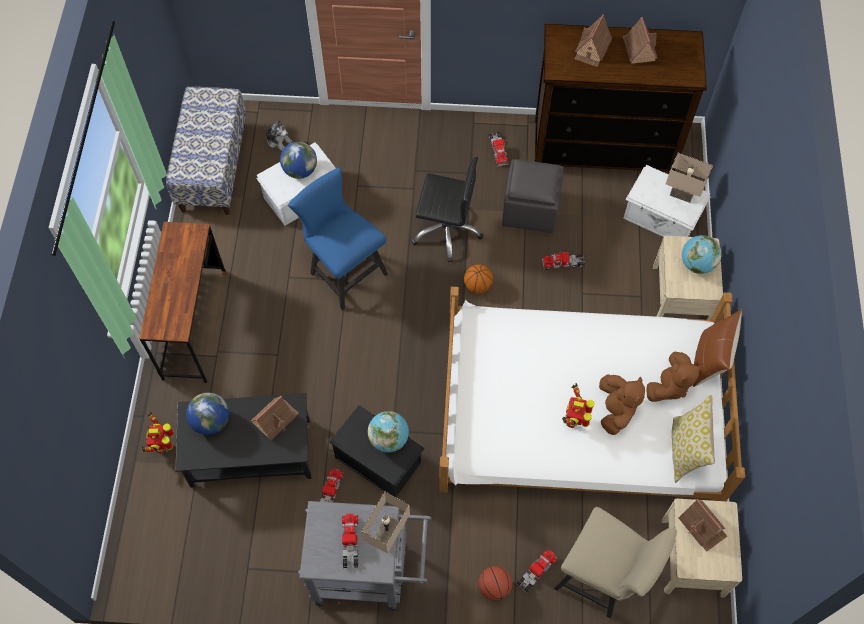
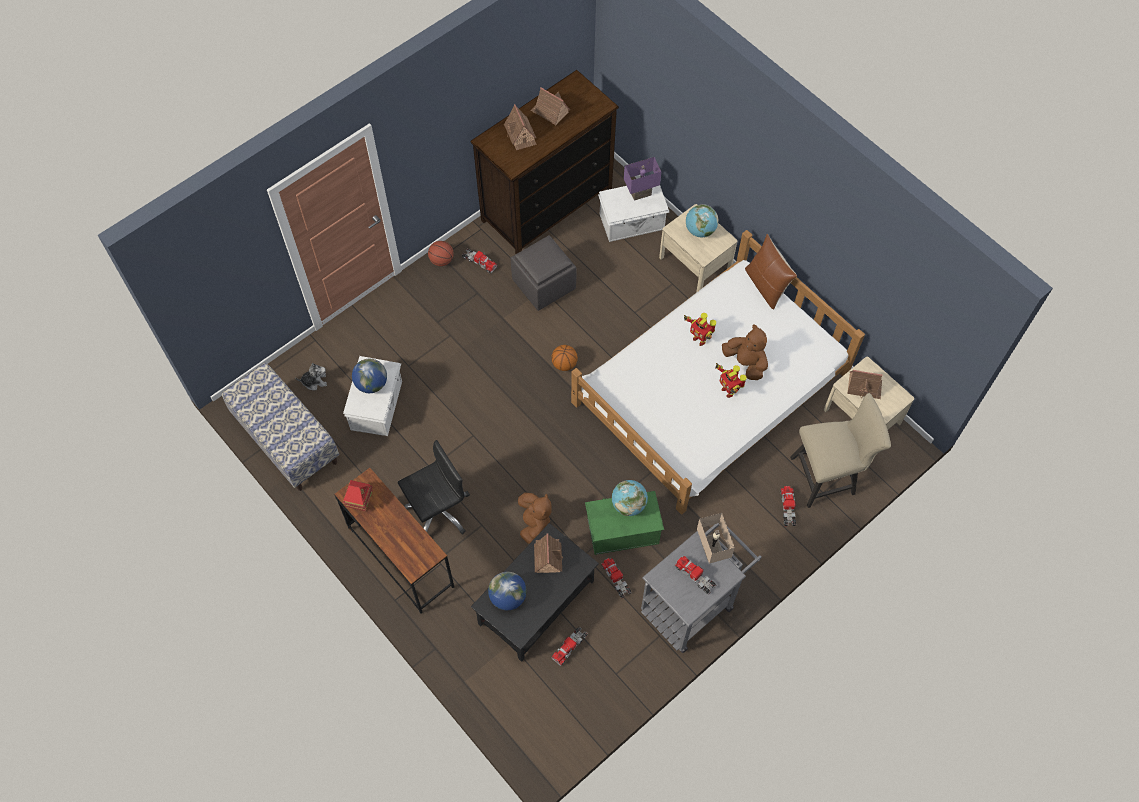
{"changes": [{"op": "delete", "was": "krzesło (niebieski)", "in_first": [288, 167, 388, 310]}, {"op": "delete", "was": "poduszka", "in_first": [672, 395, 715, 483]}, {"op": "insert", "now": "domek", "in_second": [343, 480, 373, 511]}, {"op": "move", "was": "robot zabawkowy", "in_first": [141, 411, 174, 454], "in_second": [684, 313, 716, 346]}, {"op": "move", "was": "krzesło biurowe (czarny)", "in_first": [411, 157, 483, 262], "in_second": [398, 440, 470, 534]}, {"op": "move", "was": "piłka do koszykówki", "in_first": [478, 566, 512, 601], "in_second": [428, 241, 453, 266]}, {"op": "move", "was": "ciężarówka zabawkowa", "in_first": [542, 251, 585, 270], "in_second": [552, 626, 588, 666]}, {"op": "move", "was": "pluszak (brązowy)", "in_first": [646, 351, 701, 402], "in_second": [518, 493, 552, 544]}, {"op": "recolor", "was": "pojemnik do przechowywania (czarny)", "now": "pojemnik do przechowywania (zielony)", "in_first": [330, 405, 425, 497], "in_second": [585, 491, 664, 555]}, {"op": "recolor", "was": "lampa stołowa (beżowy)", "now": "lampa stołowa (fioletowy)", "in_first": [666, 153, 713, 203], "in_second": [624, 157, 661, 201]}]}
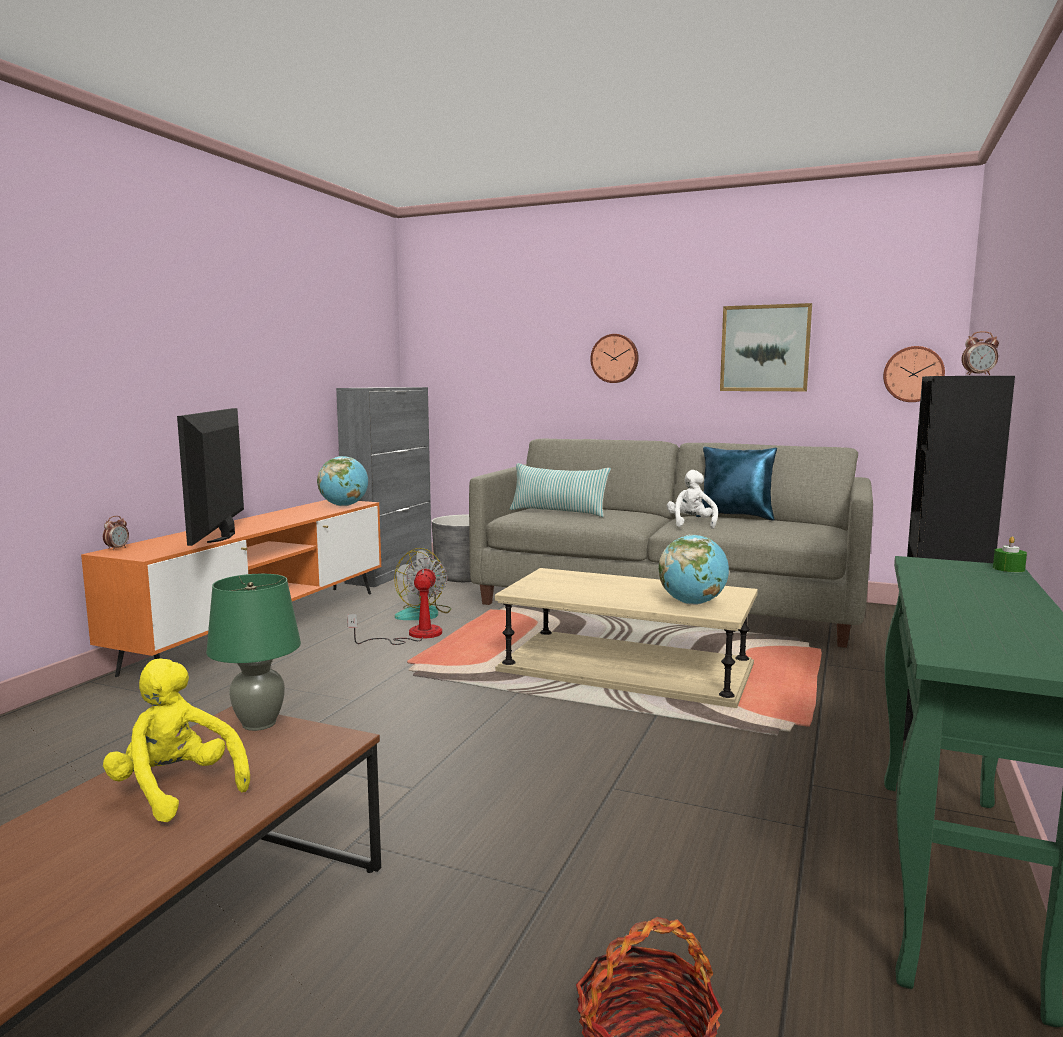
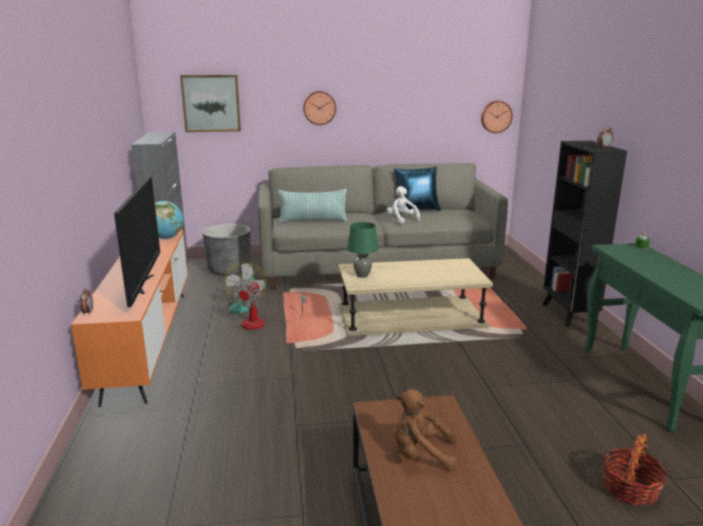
{"changes": [{"op": "delete", "was": "globus", "in_first": [659, 535, 729, 605]}, {"op": "move", "was": "lampa stołowa (zielony)", "in_first": [206, 574, 301, 731], "in_second": [347, 222, 379, 278]}, {"op": "move", "was": "obraz", "in_first": [720, 303, 812, 391], "in_second": [180, 75, 241, 132]}, {"op": "recolor", "was": "pluszak (żółty)", "now": "pluszak (brązowy)", "in_first": [103, 658, 250, 822], "in_second": [394, 389, 457, 470]}, {"op": "rotate", "was": "telewizor", "in_first": [177, 408, 244, 546], "in_second": [114, 177, 160, 307], "clockwise": -150}, {"op": "rotate", "was": "wentylator", "in_first": [347, 557, 448, 645], "in_second": [233, 279, 306, 330], "clockwise": -135}]}
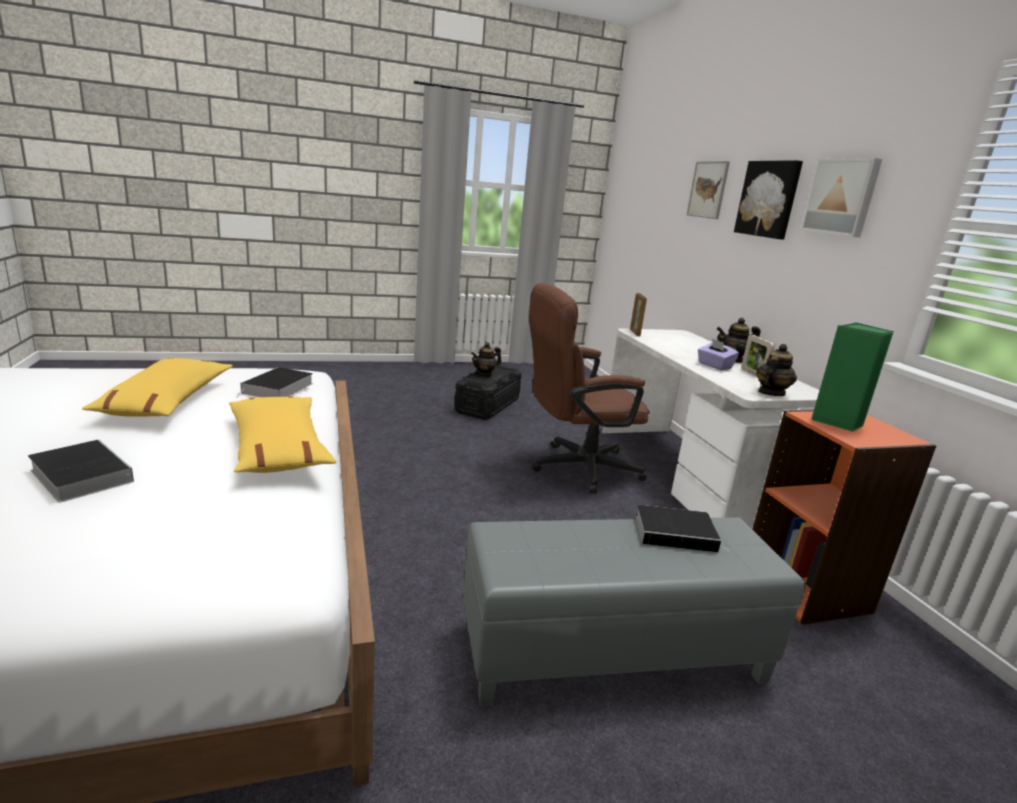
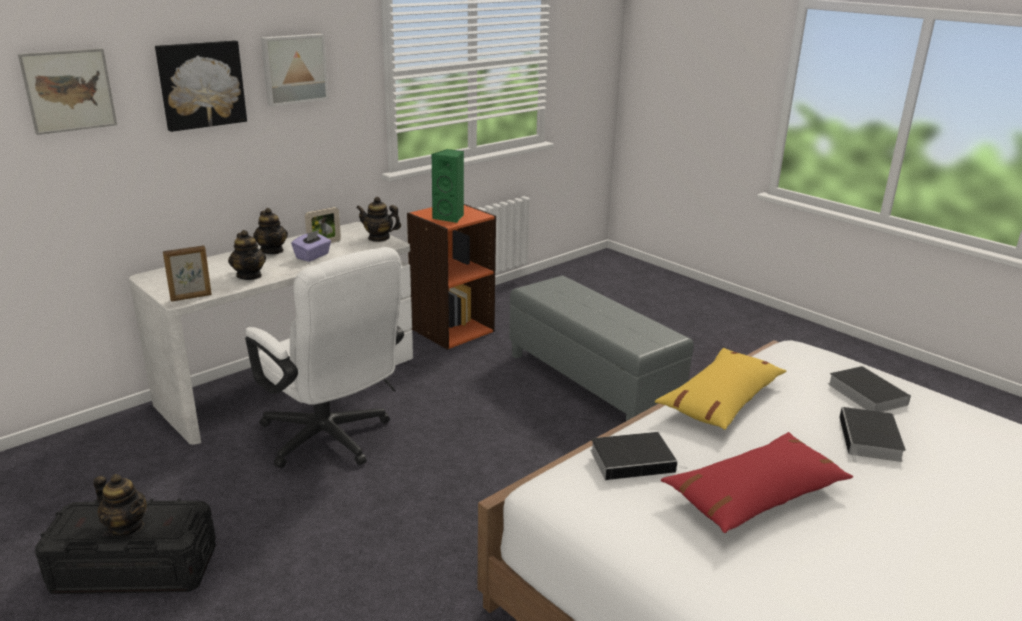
{"changes": [{"op": "insert", "now": "imbryk", "in_second": [228, 230, 266, 280]}, {"op": "move", "was": "książka", "in_first": [635, 505, 732, 552], "in_second": [828, 366, 911, 412]}, {"op": "recolor", "was": "poduszka (żółty)", "now": "poduszka (czerwony)", "in_first": [82, 358, 233, 417], "in_second": [661, 432, 853, 533]}, {"op": "recolor", "was": "krzesło biurowe (brązowy)", "now": "krzesło biurowe (biały)", "in_first": [529, 283, 650, 494], "in_second": [245, 247, 404, 468]}]}
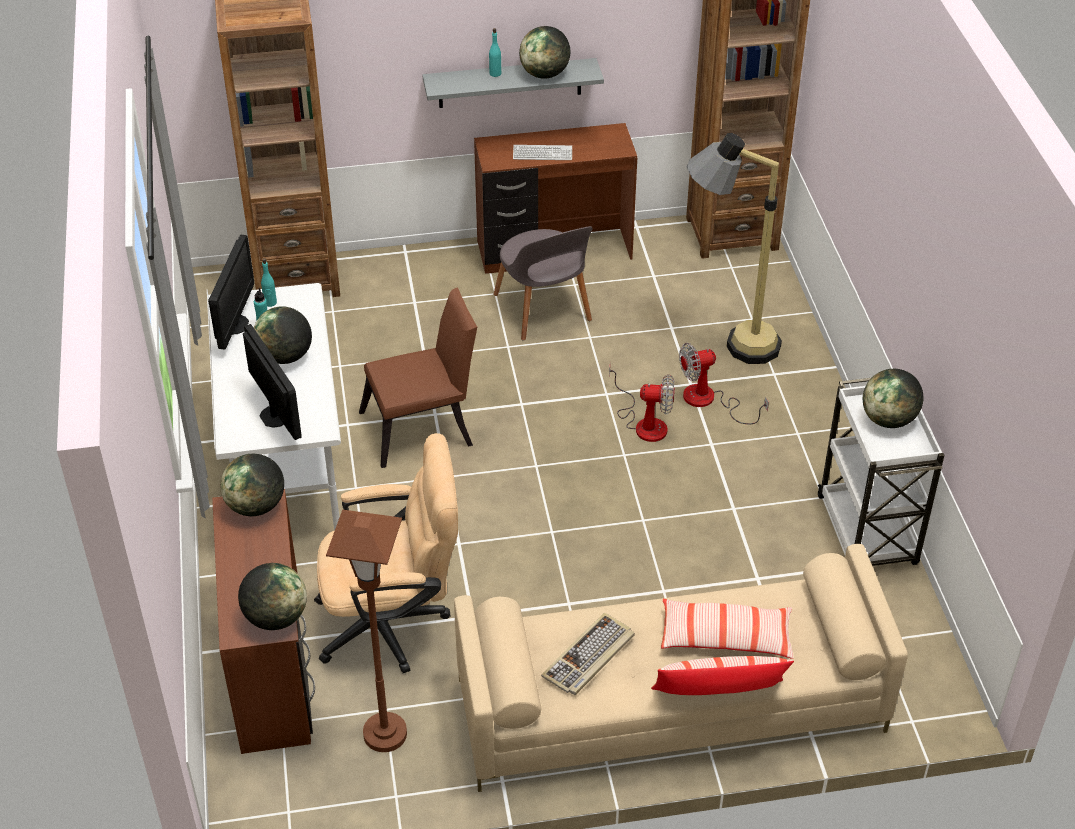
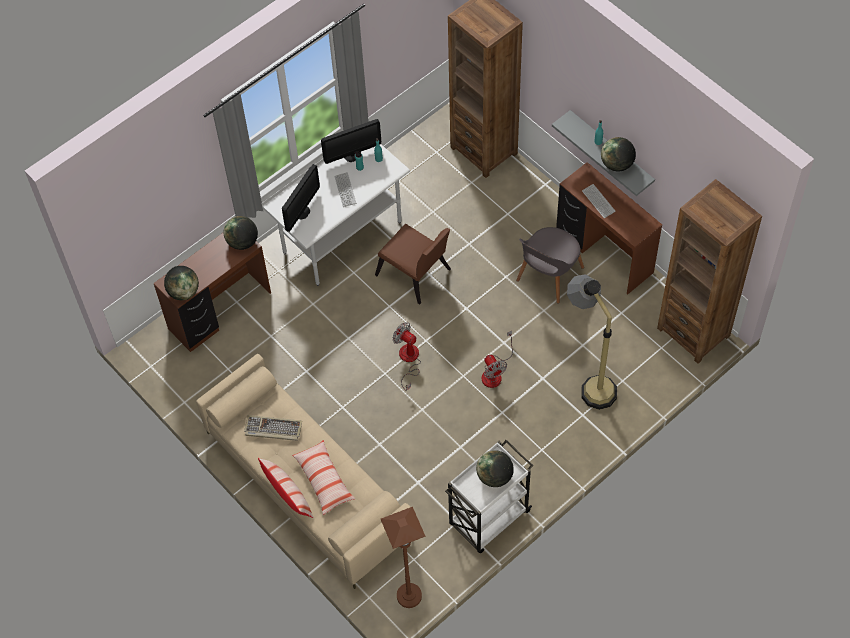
{"changes": [{"op": "delete", "was": "krzesło biurowe (beżowy)", "in_first": [314, 433, 458, 673]}, {"op": "move", "was": "lampa stojąca (brązowy)", "in_first": [326, 509, 407, 752], "in_second": [381, 507, 425, 608]}, {"op": "move", "was": "wentylator", "in_first": [679, 343, 769, 424], "in_second": [393, 322, 421, 391]}, {"op": "replace", "was": "globus", "now": "klawiatura", "in_first": [254, 306, 312, 364], "in_second": [334, 172, 356, 207]}]}
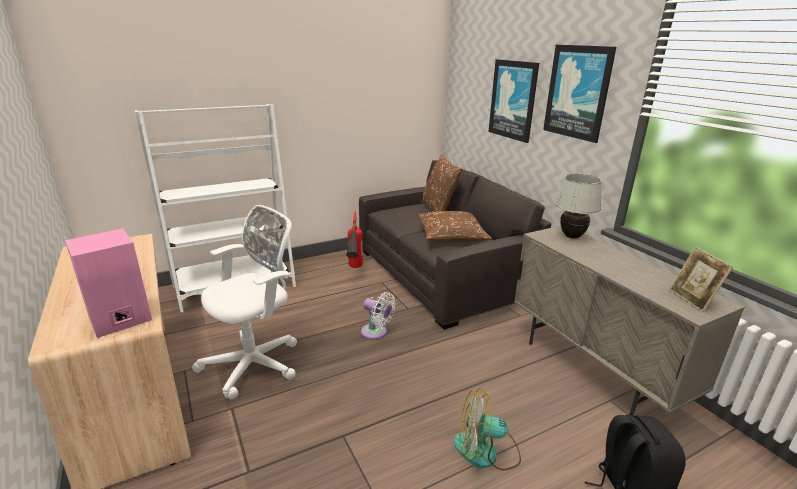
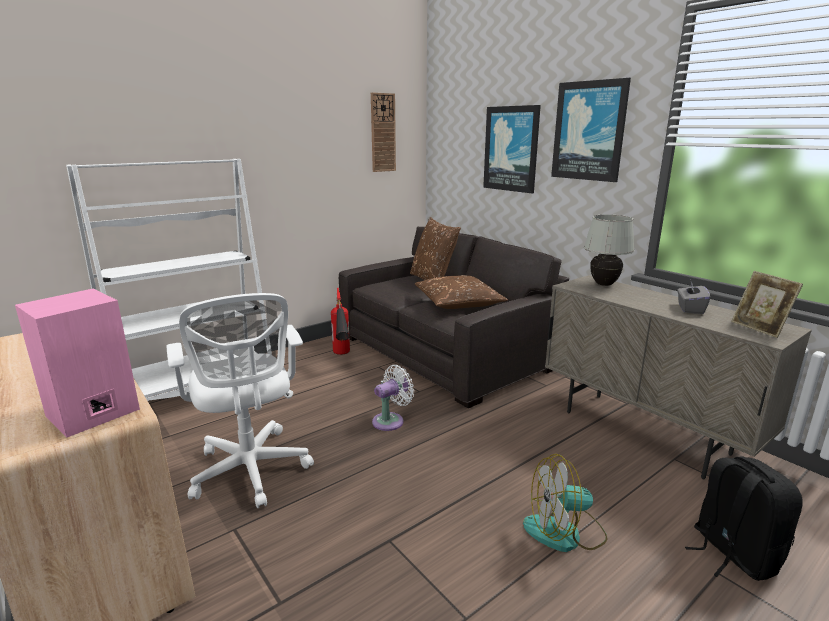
{"changes": [{"op": "insert", "now": "zegar ścienny", "in_second": [371, 92, 396, 172]}, {"op": "insert", "now": "pudełko chusteczek (szary)", "in_second": [677, 282, 710, 314]}, {"op": "rotate", "was": "krzesło biurowe (biały)", "in_first": [192, 205, 297, 399], "in_second": [166, 293, 314, 508], "clockwise": 120}, {"op": "rotate", "was": "wentylator (biały)", "in_first": [361, 292, 395, 340], "in_second": [372, 365, 414, 431], "clockwise": -60}]}
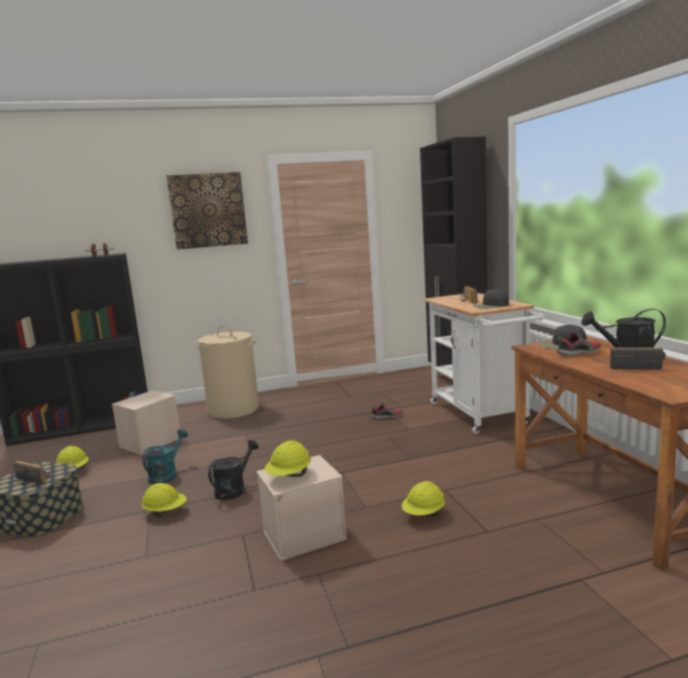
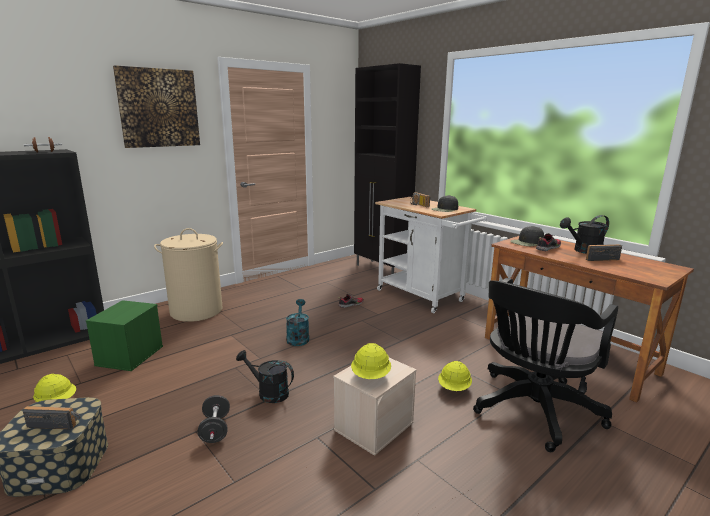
{"changes": [{"op": "insert", "now": "krzesło biurowe (czarny)", "in_second": [473, 278, 618, 452]}, {"op": "move", "was": "konewka (turkusowy)", "in_first": [142, 429, 188, 485], "in_second": [286, 299, 309, 346]}, {"op": "replace", "was": "kask (żółty)", "now": "hantel (czarny)", "in_first": [141, 483, 187, 517], "in_second": [198, 395, 230, 443]}, {"op": "recolor", "was": "pojemnik do przechowywania (beżowy)", "now": "pojemnik do przechowywania (zielony)", "in_first": [112, 390, 180, 455], "in_second": [86, 300, 163, 371]}, {"op": "rotate", "was": "konewka (czarny)", "in_first": [208, 440, 259, 500], "in_second": [236, 350, 294, 403], "clockwise": -75}]}
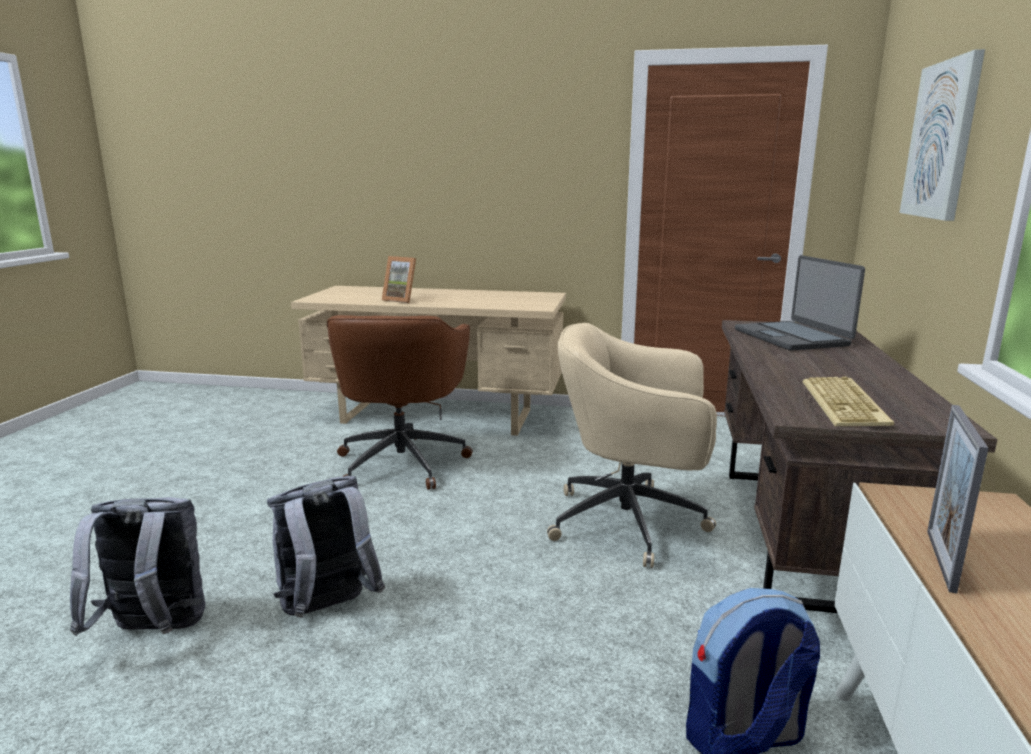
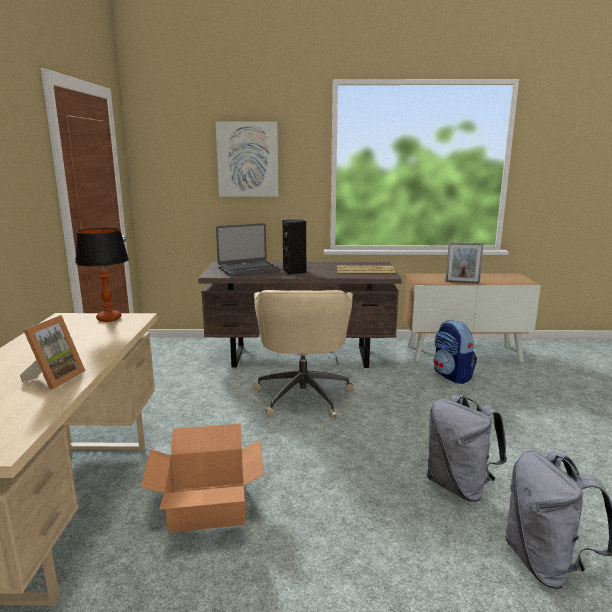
{"changes": [{"op": "insert", "now": "lampa stołowa", "in_second": [75, 228, 129, 322]}, {"op": "insert", "now": "głośnik (czarny)", "in_second": [283, 220, 306, 275]}, {"op": "replace", "was": "krzesło biurowe (brązowy)", "now": "karton", "in_first": [327, 315, 473, 490], "in_second": [141, 424, 264, 533]}]}
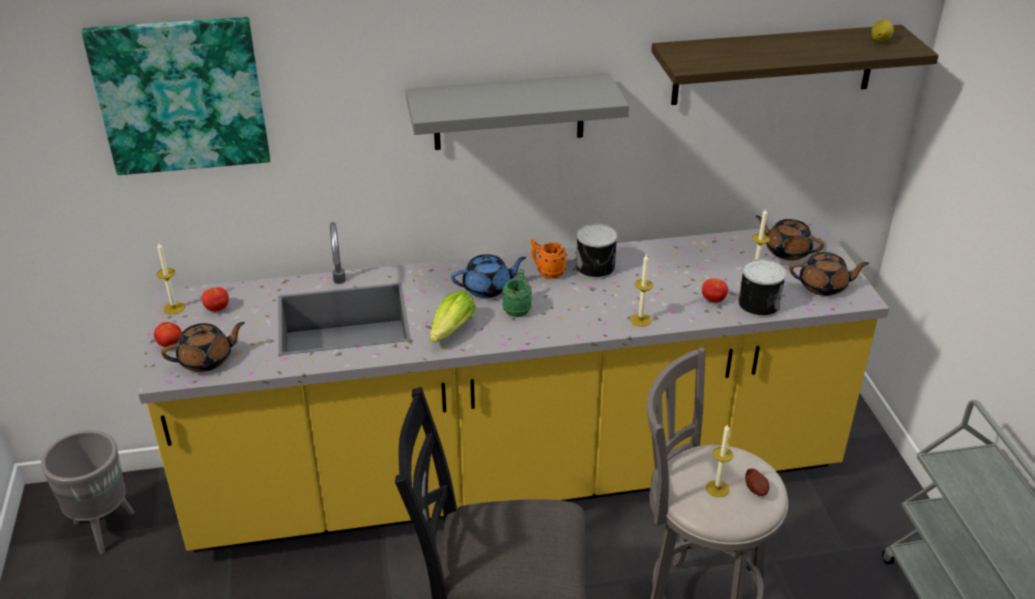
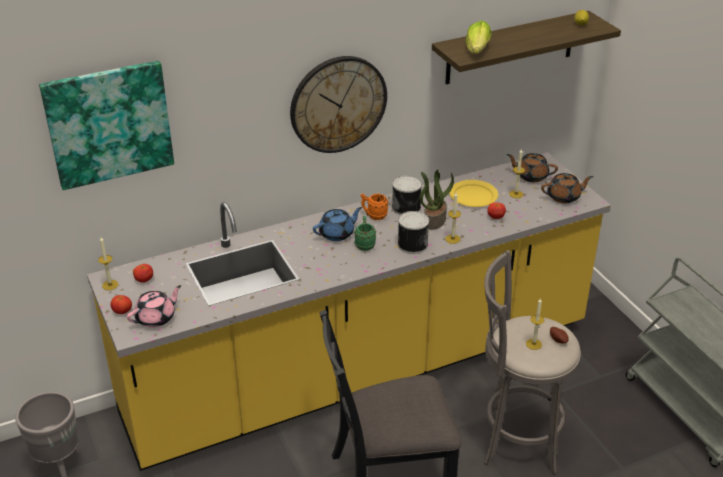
{"changes": [{"op": "insert", "now": "roślina doniczkowa", "in_second": [420, 170, 454, 230]}, {"op": "insert", "now": "talerz (żółty)", "in_second": [449, 180, 498, 207]}, {"op": "move", "was": "sałata", "in_first": [429, 291, 475, 342], "in_second": [466, 21, 492, 54]}, {"op": "move", "was": "puszka", "in_first": [738, 259, 786, 318], "in_second": [398, 211, 429, 254]}, {"op": "replace", "was": "półka (szary)", "now": "zegar ścienny", "in_first": [406, 73, 629, 150], "in_second": [290, 56, 387, 153]}, {"op": "recolor", "was": "imbryk (brązowy)", "now": "imbryk (różowy)", "in_first": [161, 322, 245, 372], "in_second": [127, 285, 181, 328]}]}
